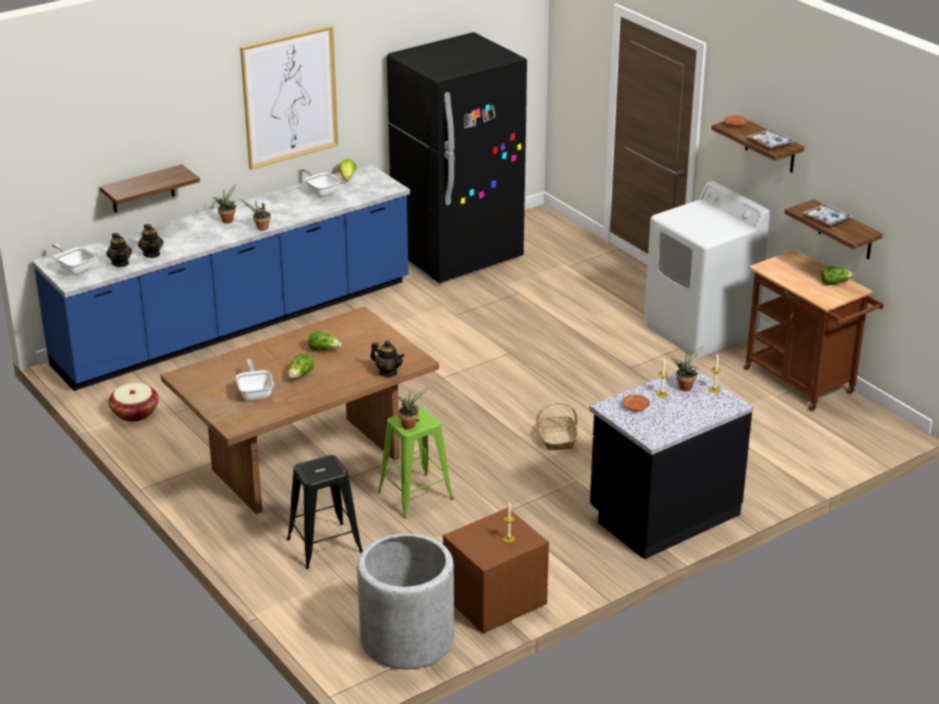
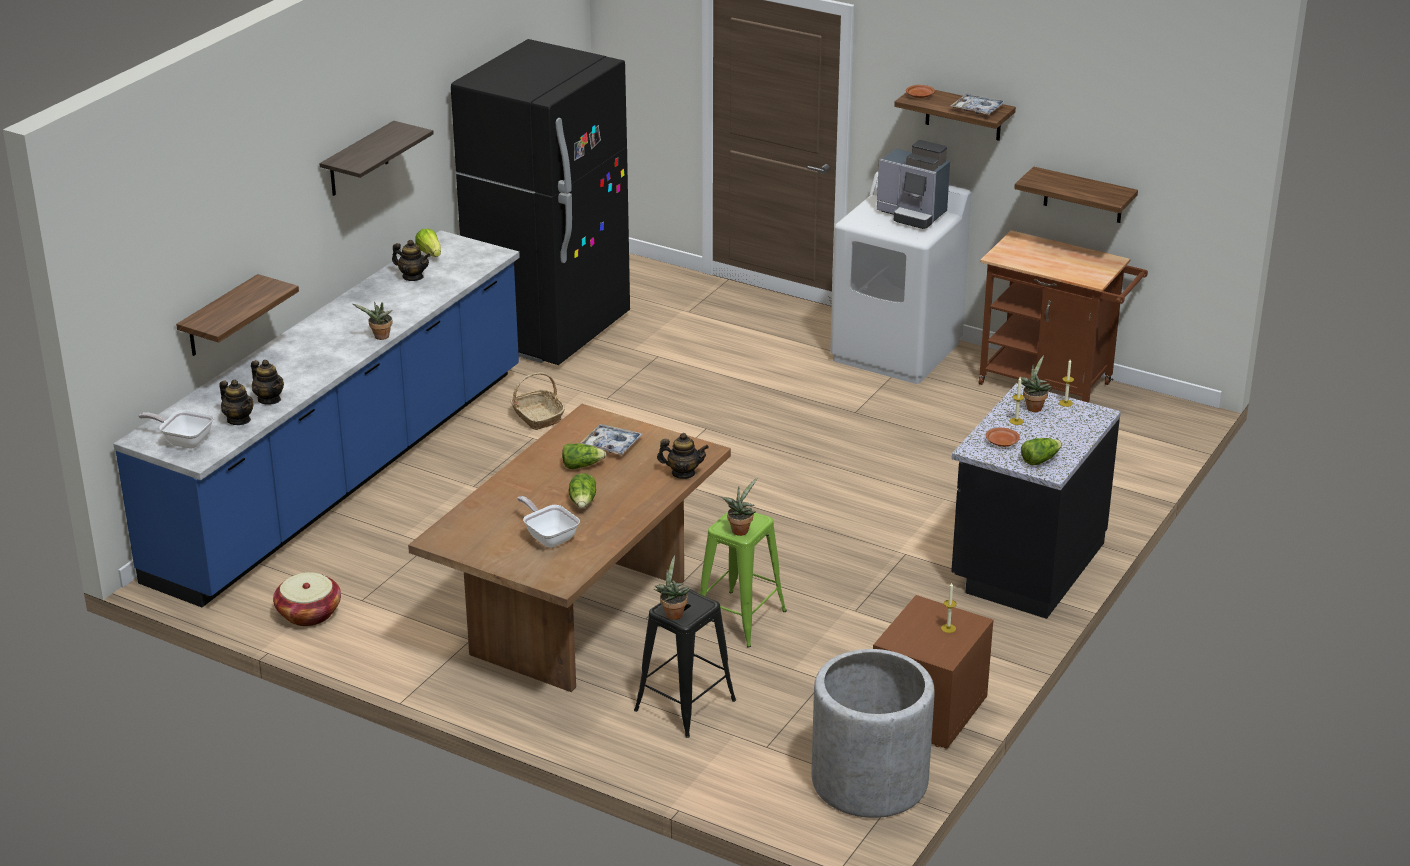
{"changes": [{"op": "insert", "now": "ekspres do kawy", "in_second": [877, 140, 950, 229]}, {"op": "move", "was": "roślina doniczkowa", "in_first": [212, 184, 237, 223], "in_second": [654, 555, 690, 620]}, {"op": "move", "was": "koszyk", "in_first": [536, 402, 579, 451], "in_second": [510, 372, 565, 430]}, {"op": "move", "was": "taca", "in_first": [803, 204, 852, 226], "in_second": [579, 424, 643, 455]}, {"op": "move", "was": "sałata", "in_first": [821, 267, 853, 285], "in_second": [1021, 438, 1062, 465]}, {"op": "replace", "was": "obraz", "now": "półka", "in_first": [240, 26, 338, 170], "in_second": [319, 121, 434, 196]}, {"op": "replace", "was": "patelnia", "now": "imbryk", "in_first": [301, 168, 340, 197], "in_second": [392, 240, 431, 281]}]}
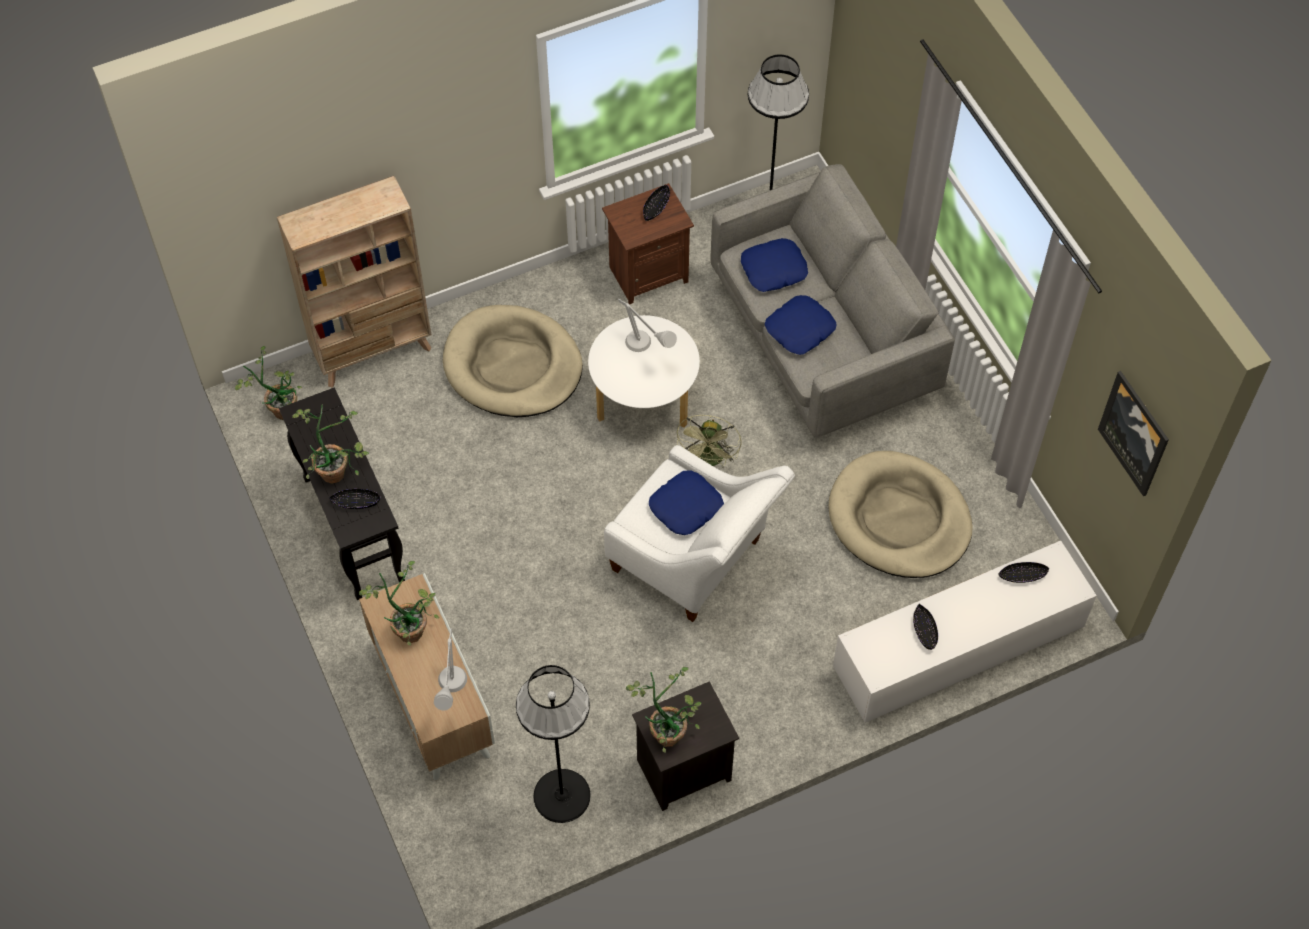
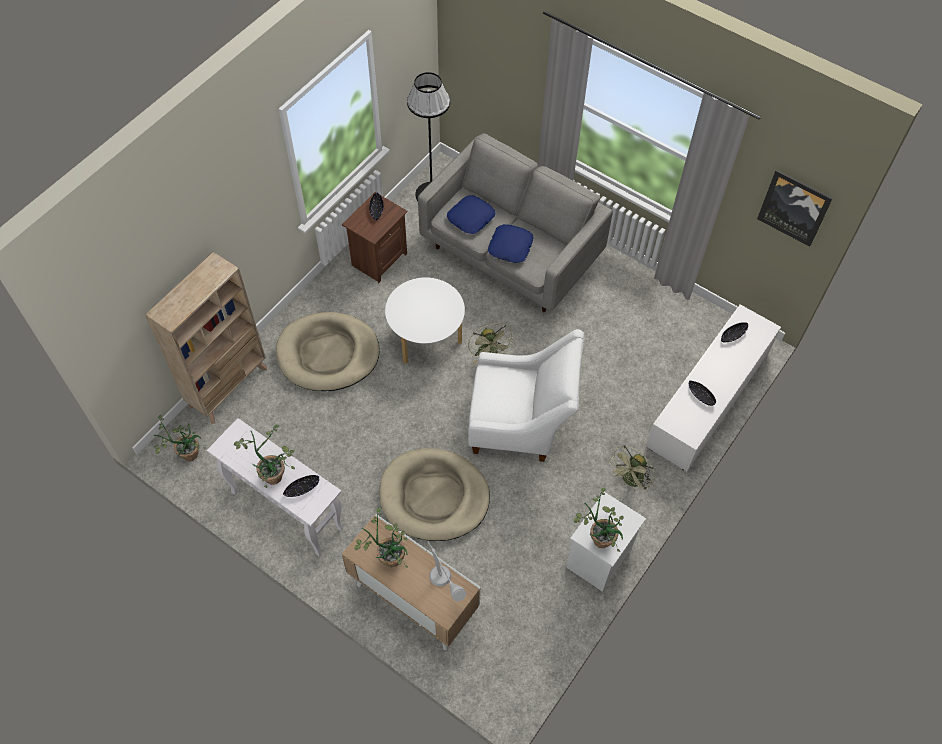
{"changes": [{"op": "delete", "was": "lampa stojąca (czarny)", "in_first": [516, 665, 591, 823]}, {"op": "delete", "was": "lampa stołowa (szary)", "in_first": [618, 299, 677, 352]}, {"op": "delete", "was": "poduszka (niebieski)", "in_first": [649, 470, 724, 535]}, {"op": "insert", "now": "wentylator (zielony)", "in_second": [609, 445, 655, 491]}, {"op": "move", "was": "legowisko (beżowy)", "in_first": [829, 451, 973, 578], "in_second": [379, 448, 490, 541]}, {"op": "recolor", "was": "stolik konsolowy (czarny)", "now": "stolik konsolowy (biały)", "in_first": [279, 387, 405, 600], "in_second": [207, 418, 344, 556]}, {"op": "recolor", "was": "szafka nocna (czarny)", "now": "szafka nocna (biały)", "in_first": [632, 681, 739, 811], "in_second": [566, 492, 646, 592]}]}
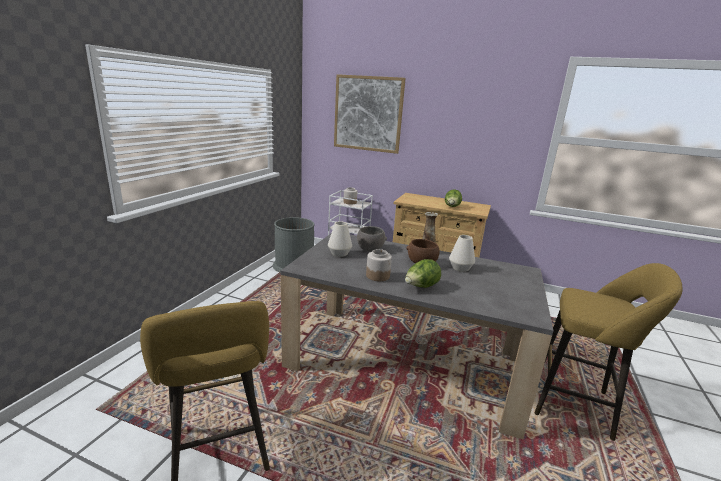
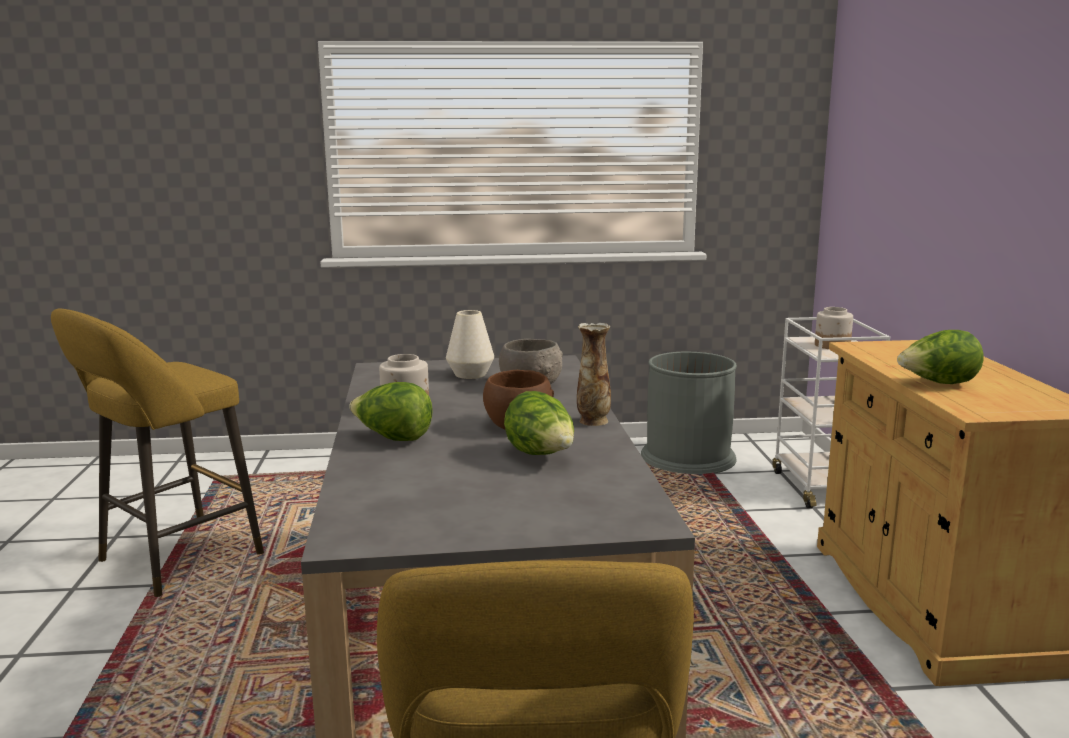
{"changes": [{"op": "delete", "was": "obraz", "in_first": [334, 74, 406, 154]}, {"op": "replace", "was": "wazon (biały)", "now": "sałata", "in_first": [449, 235, 475, 272], "in_second": [504, 391, 574, 455]}]}
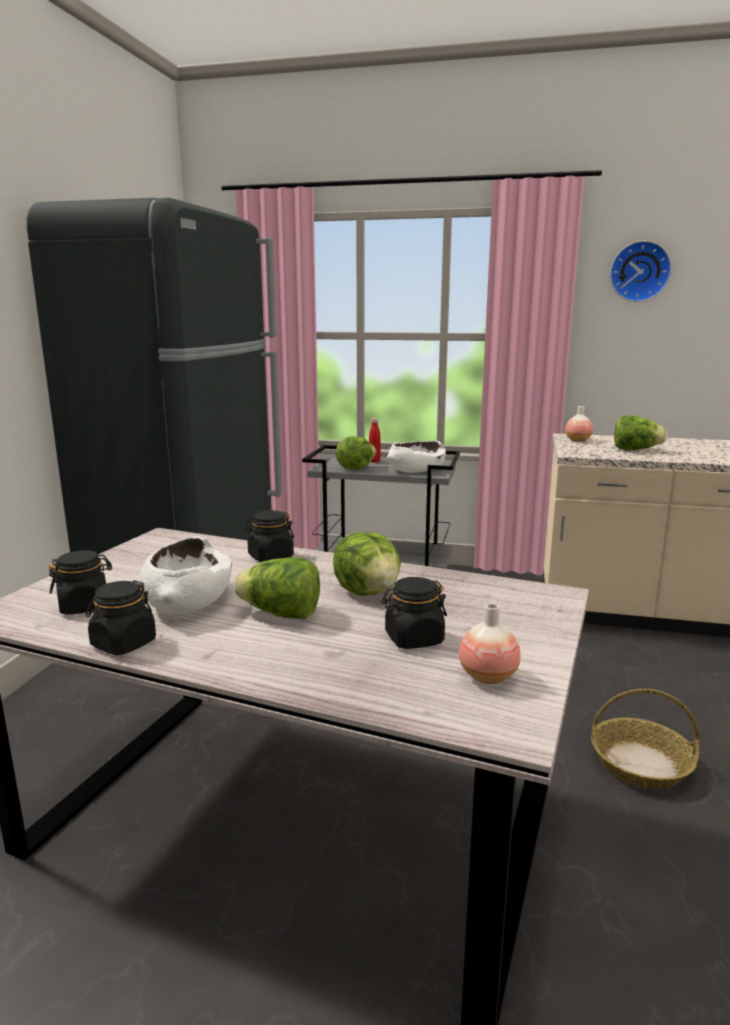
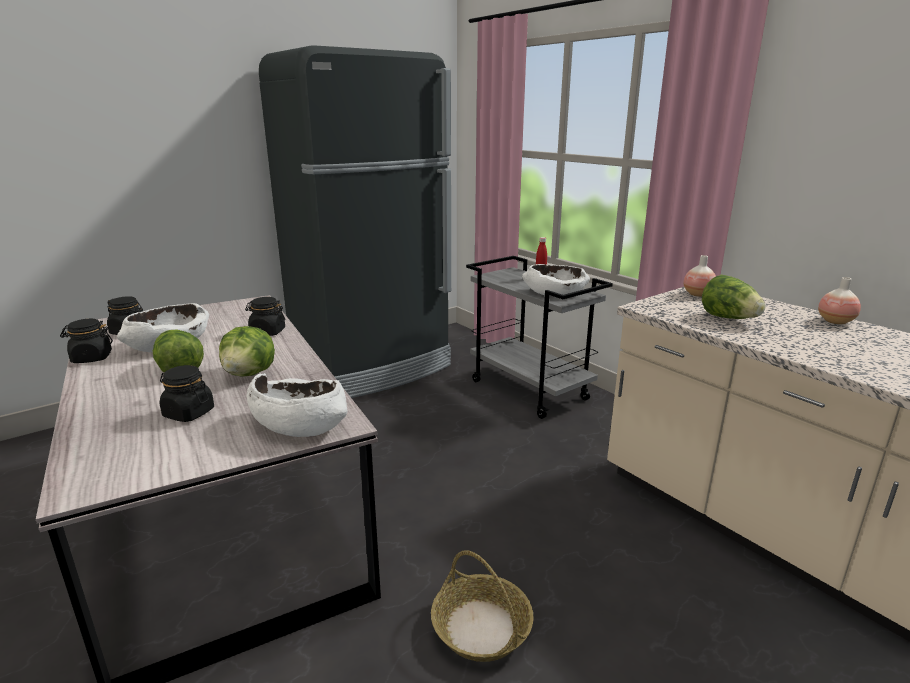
{"changes": [{"op": "delete", "was": "sałata", "in_first": [336, 436, 376, 470]}, {"op": "delete", "was": "zegar ścienny", "in_first": [610, 241, 672, 302]}, {"op": "insert", "now": "miska (biały)", "in_second": [246, 373, 347, 437]}, {"op": "move", "was": "wazon", "in_first": [459, 603, 521, 684], "in_second": [818, 277, 861, 324]}]}
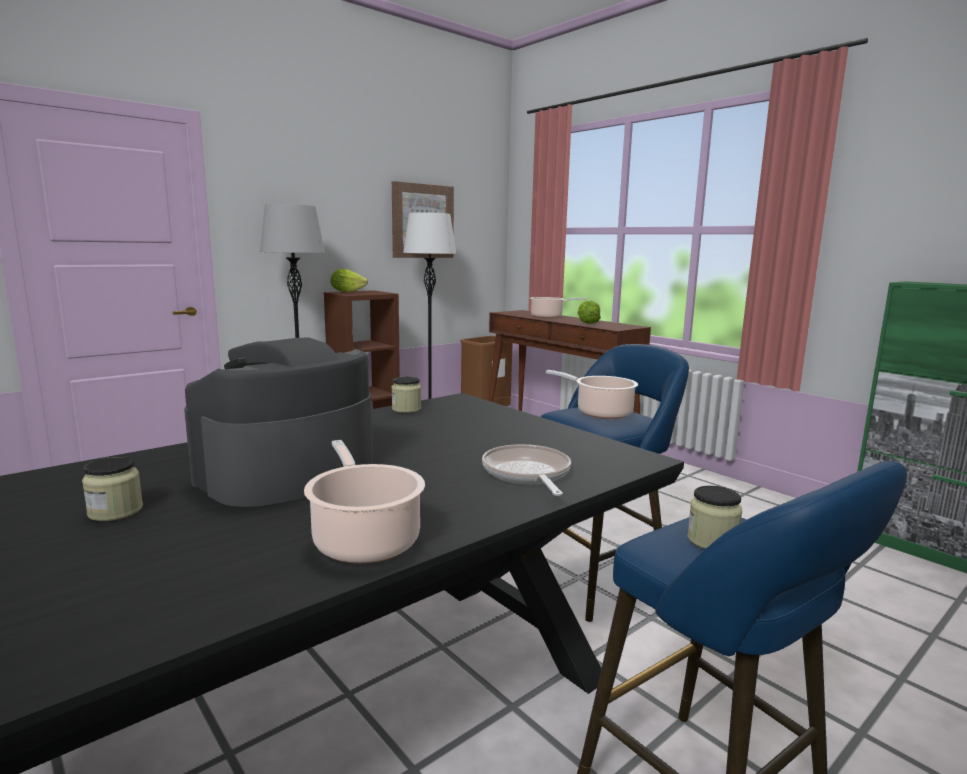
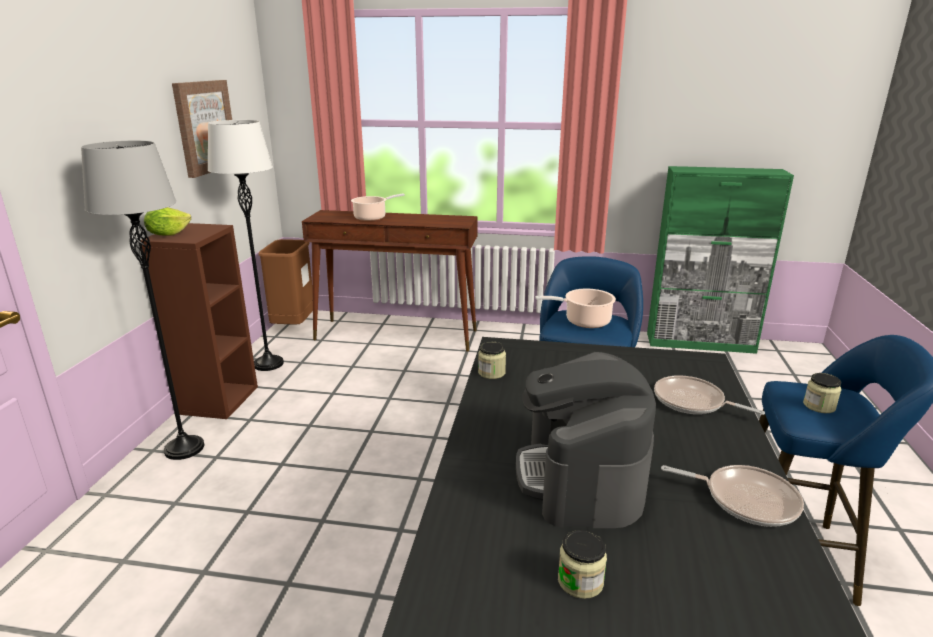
{"changes": [{"op": "delete", "was": "sałata", "in_first": [577, 300, 601, 324]}, {"op": "replace", "was": "garnek", "now": "patelnia", "in_first": [304, 440, 425, 563], "in_second": [661, 465, 804, 527]}]}
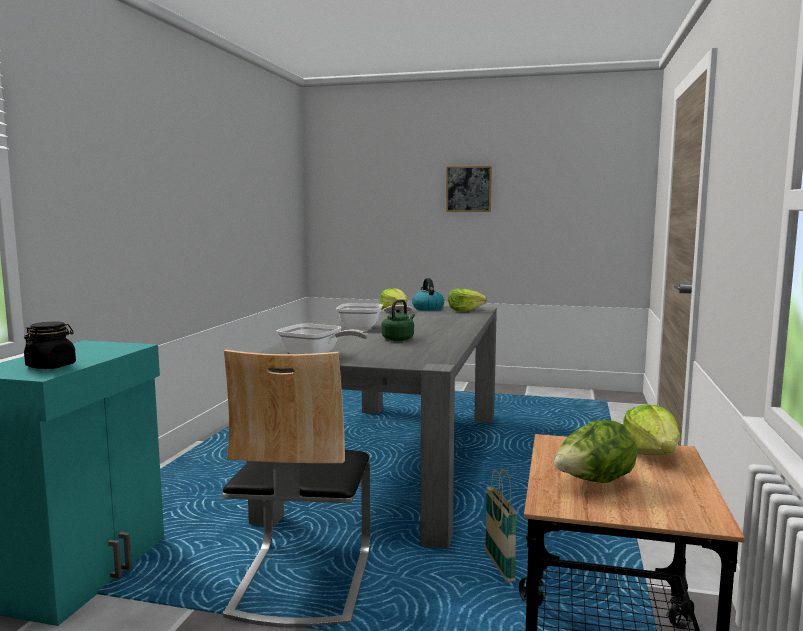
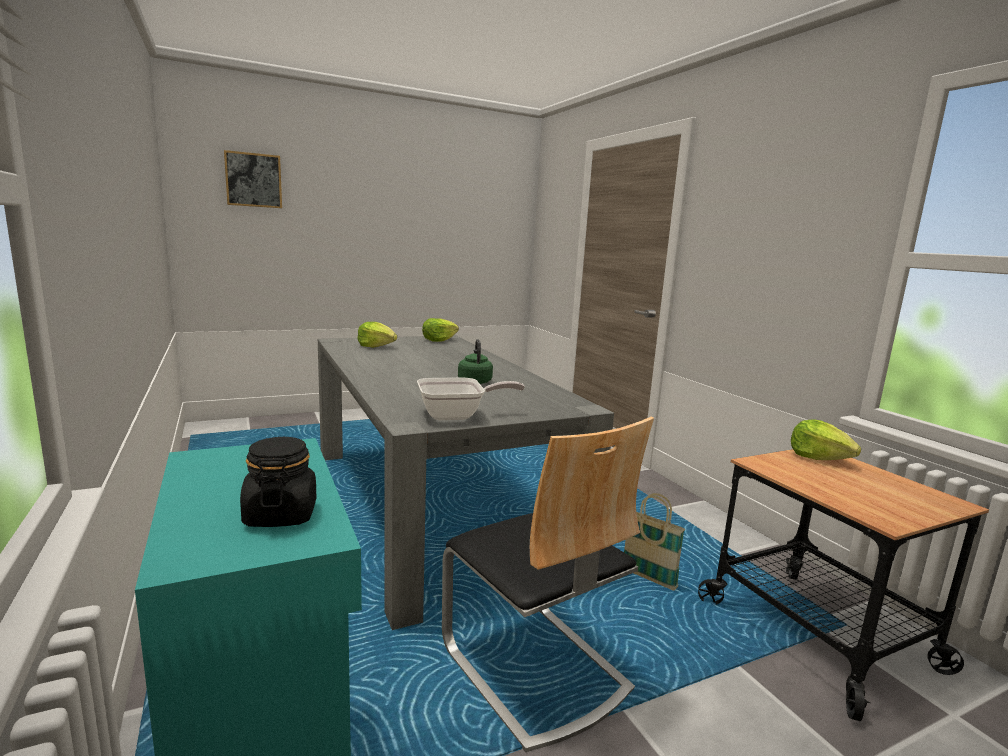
{"changes": [{"op": "delete", "was": "patelnia", "in_first": [336, 303, 412, 330]}, {"op": "delete", "was": "czajnik", "in_first": [412, 278, 444, 311]}, {"op": "delete", "was": "sałata", "in_first": [554, 420, 637, 483]}, {"op": "move", "was": "obraz", "in_first": [446, 166, 492, 212], "in_second": [224, 150, 282, 208]}]}
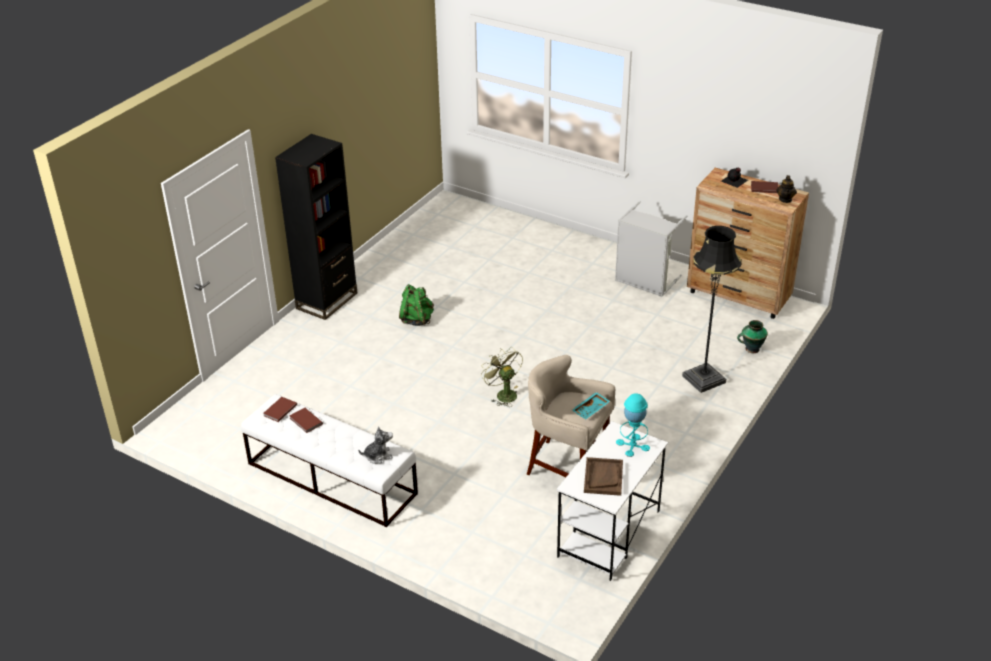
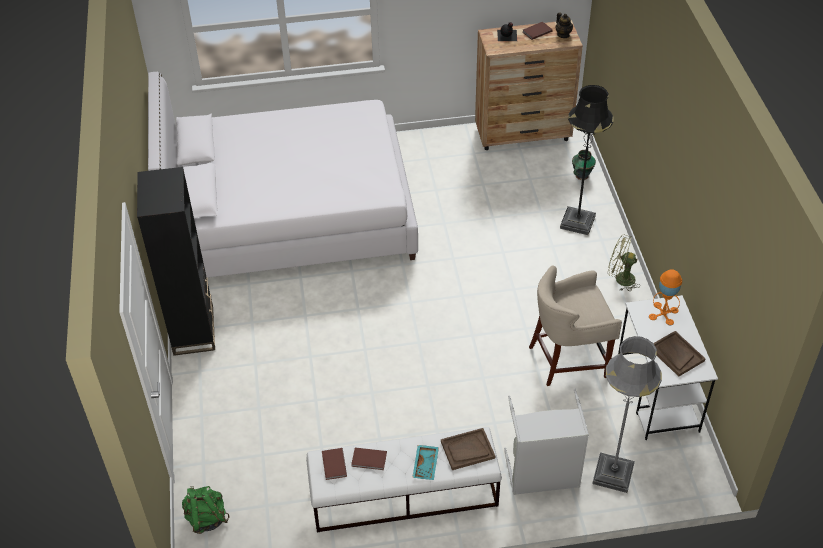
{"changes": [{"op": "insert", "now": "łóżko (biały)", "in_second": [148, 72, 418, 278]}, {"op": "insert", "now": "lampa stojąca (szary)", "in_second": [592, 336, 662, 493]}, {"op": "move", "was": "plecak (zielony)", "in_first": [399, 284, 434, 326], "in_second": [182, 486, 230, 534]}, {"op": "move", "was": "wentylator (zielony)", "in_first": [481, 347, 523, 407], "in_second": [608, 234, 639, 292]}, {"op": "move", "was": "taca (turkusowy)", "in_first": [572, 392, 610, 419], "in_second": [412, 445, 439, 480]}, {"op": "move", "was": "kosz na pranie (szary)", "in_first": [615, 201, 687, 297], "in_second": [504, 388, 589, 495]}, {"op": "replace", "was": "pluszak", "now": "taca (brązowy)", "in_first": [358, 426, 393, 464], "in_second": [441, 428, 495, 470]}, {"op": "recolor", "was": "lampa stołowa (turkusowy)", "now": "lampa stołowa (pomarańczowy)", "in_first": [616, 394, 650, 457], "in_second": [649, 269, 682, 326]}]}
